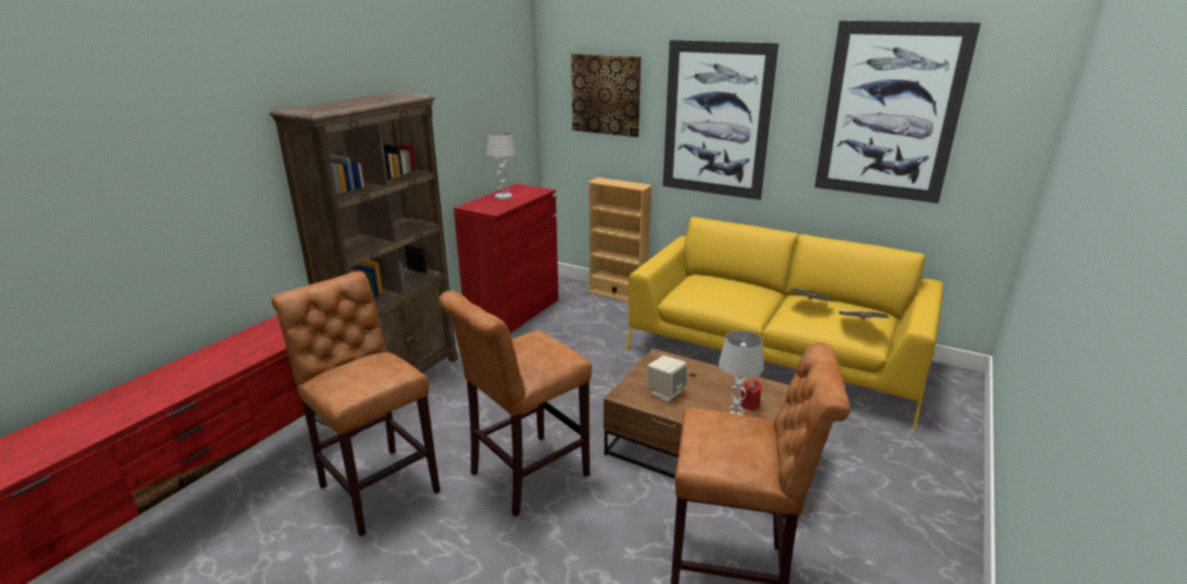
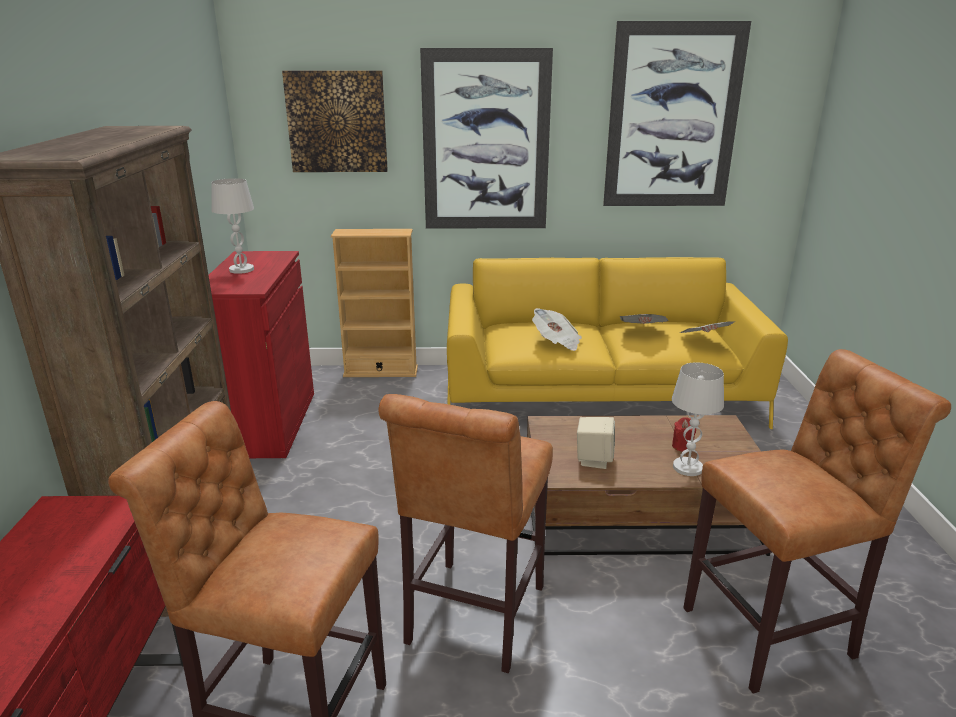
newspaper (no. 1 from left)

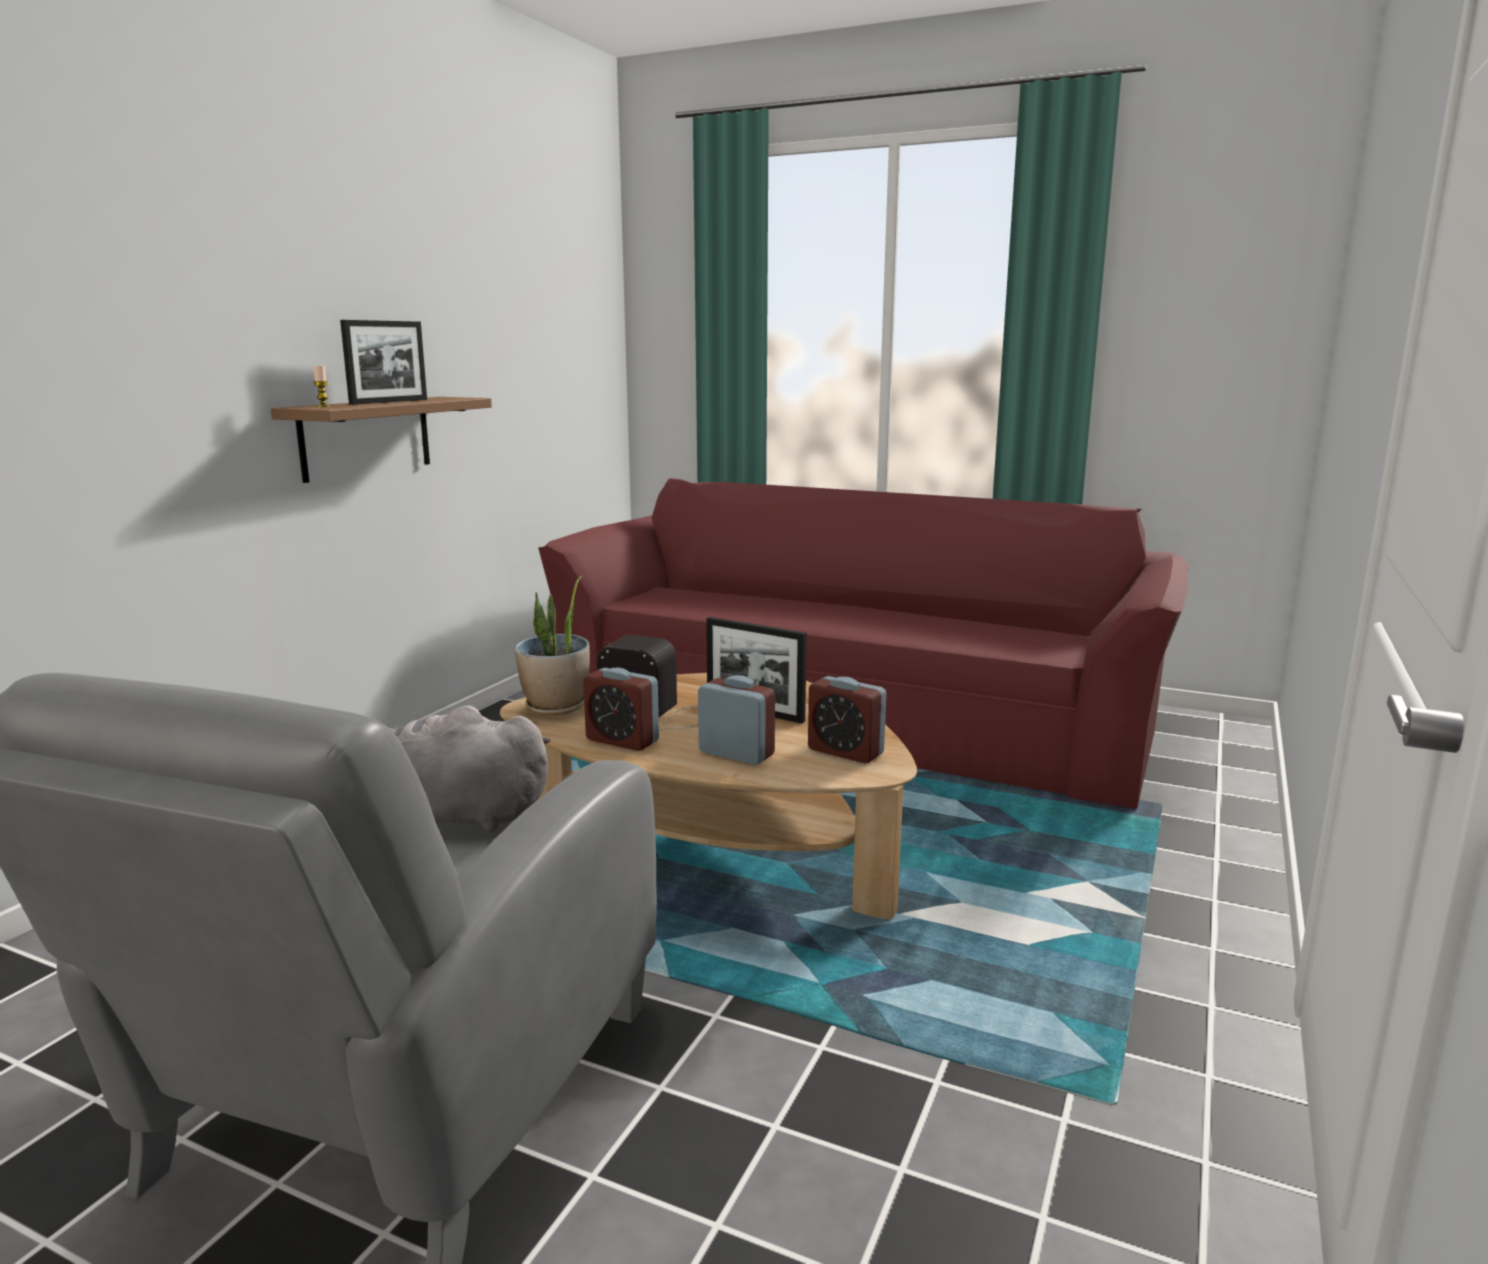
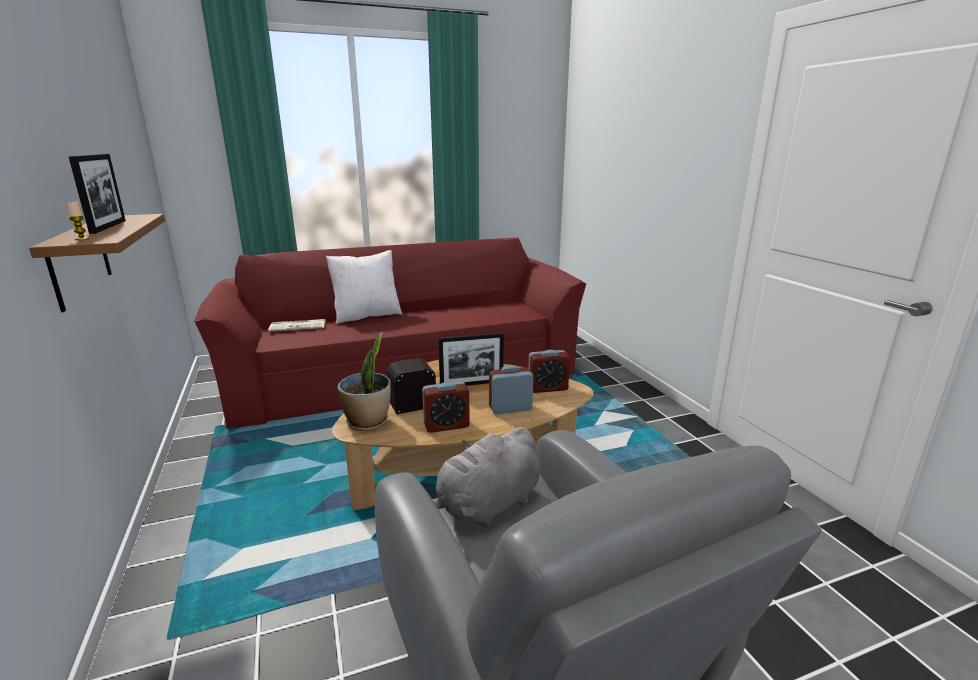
newspaper
pillow/white

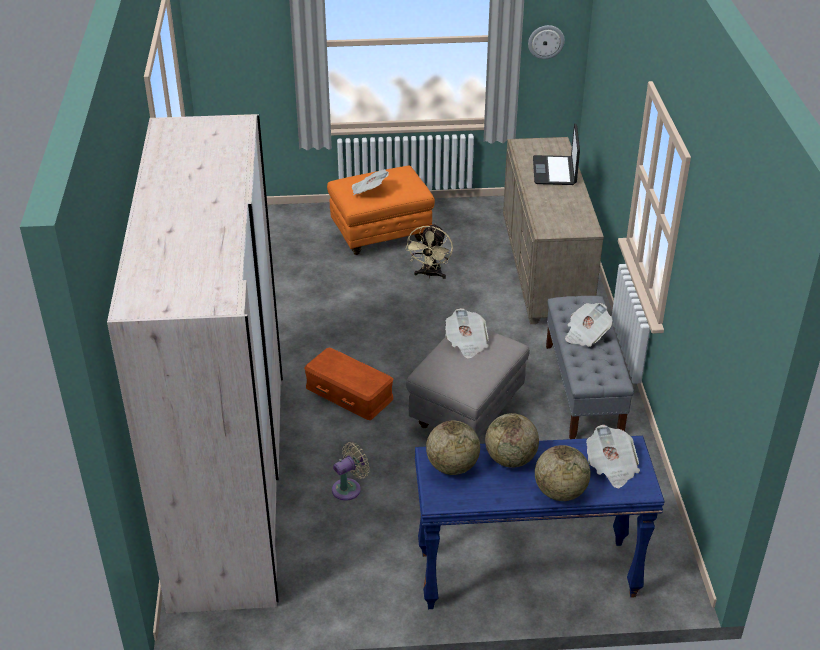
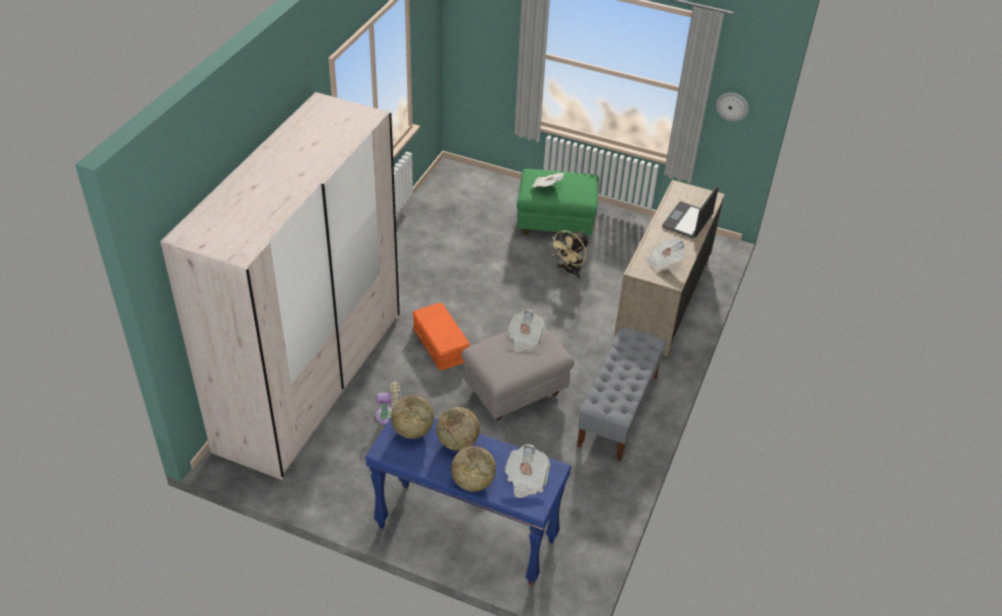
ottoman/green
newspaper (no. 4 from left)

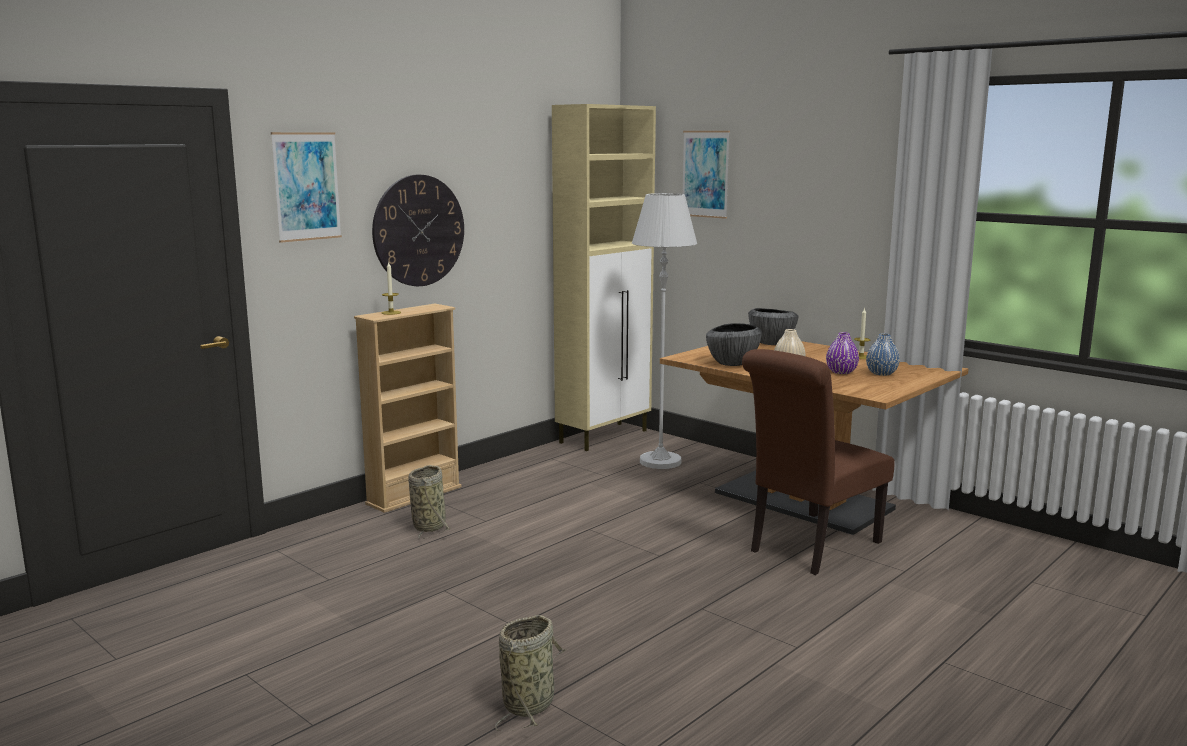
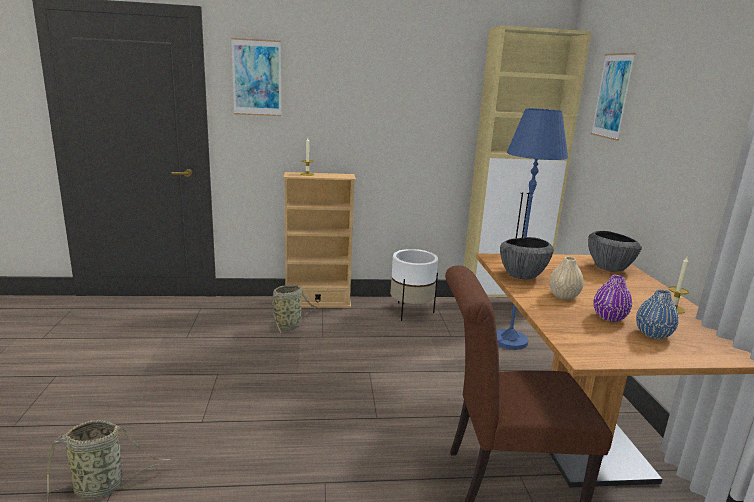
planter/white
floor lamp/blue
wall clock

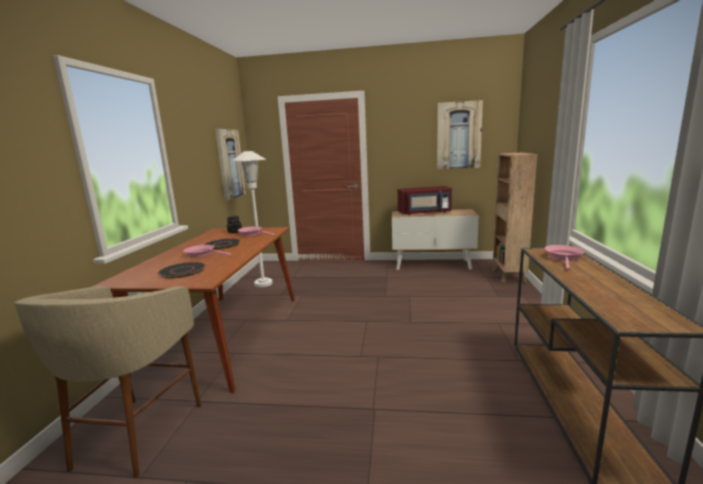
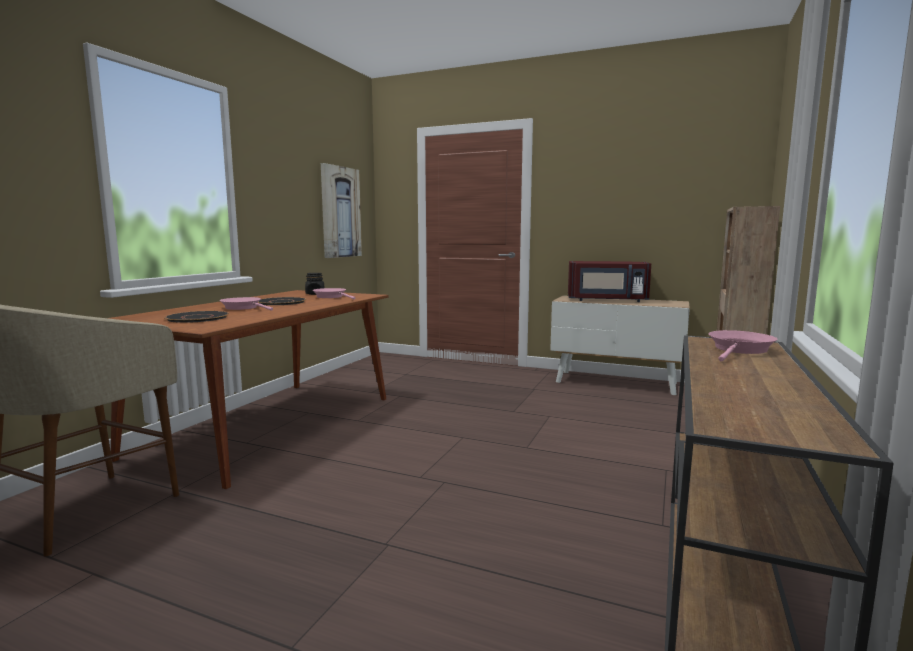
floor lamp/white
picture (no. 2 from left in the first image)

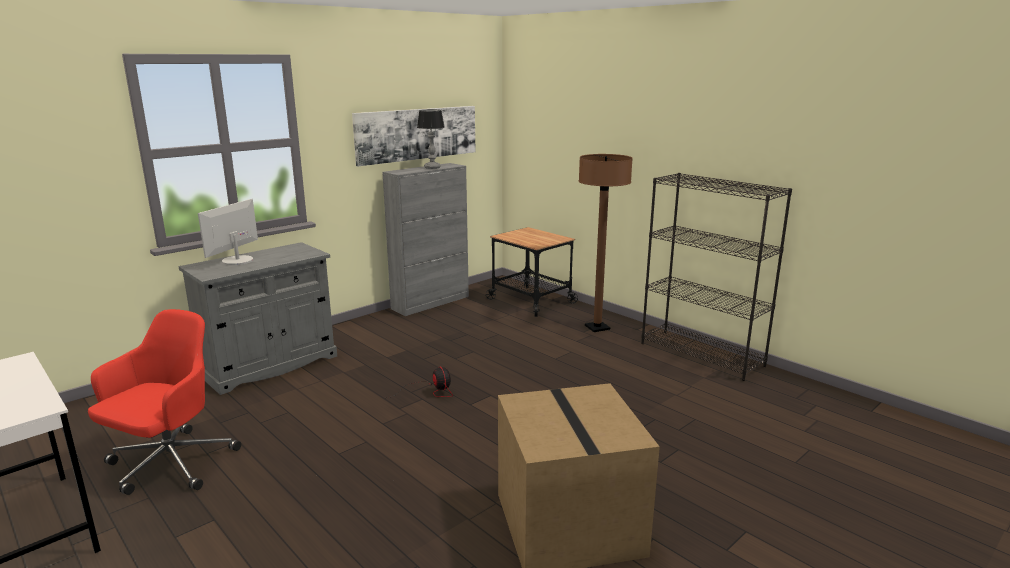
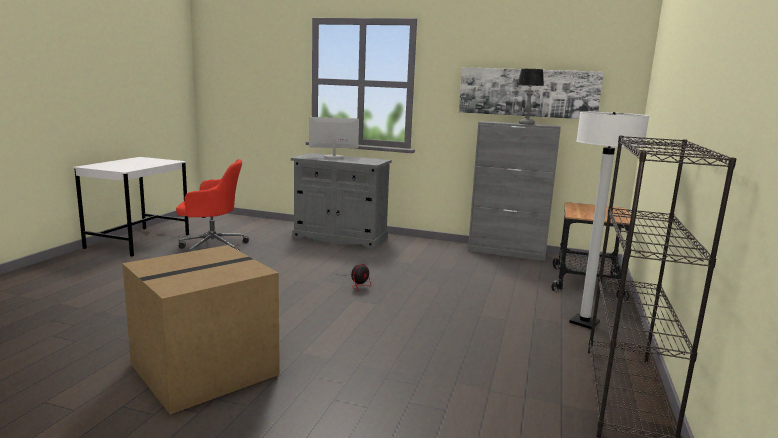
floor lamp/white

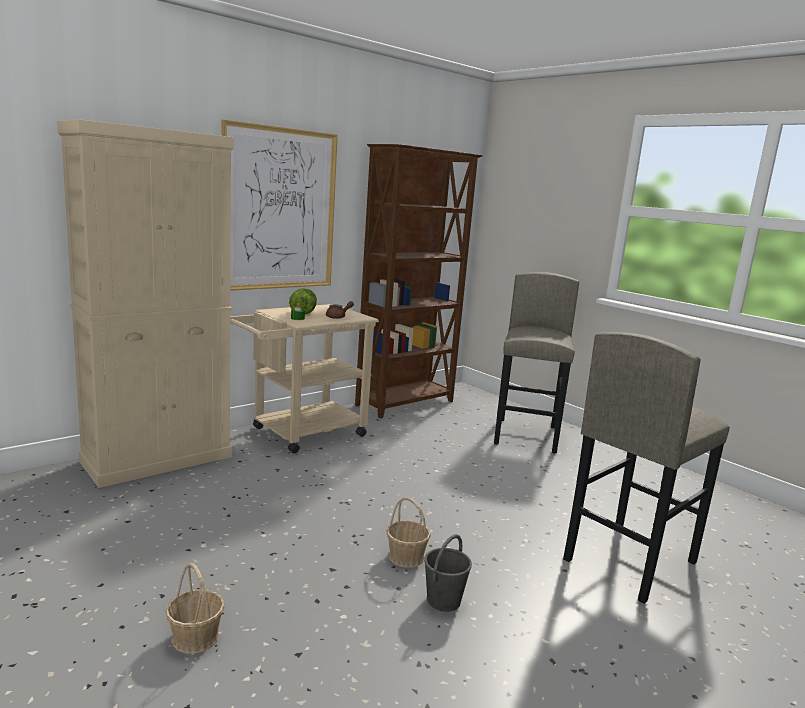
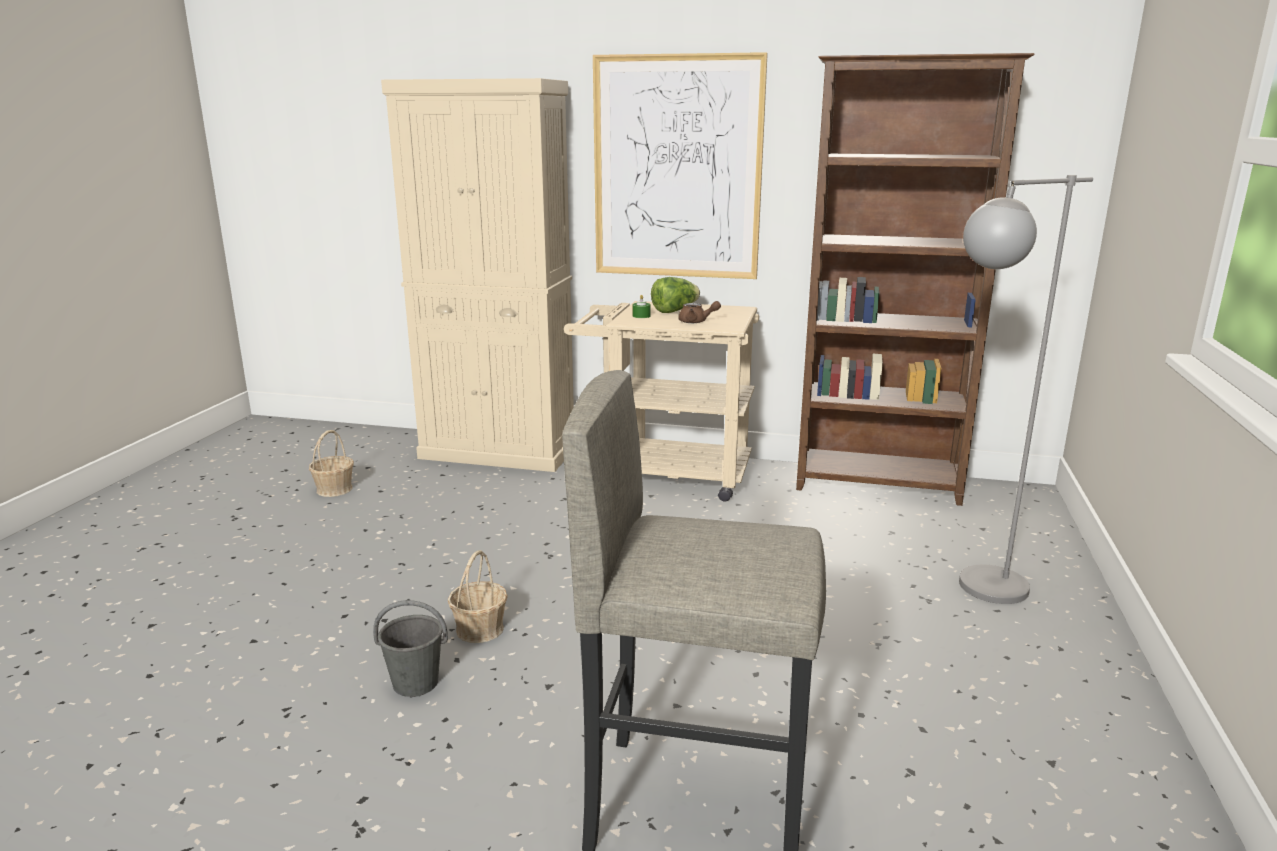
basket (no. 1 from left)
floor lamp/grey

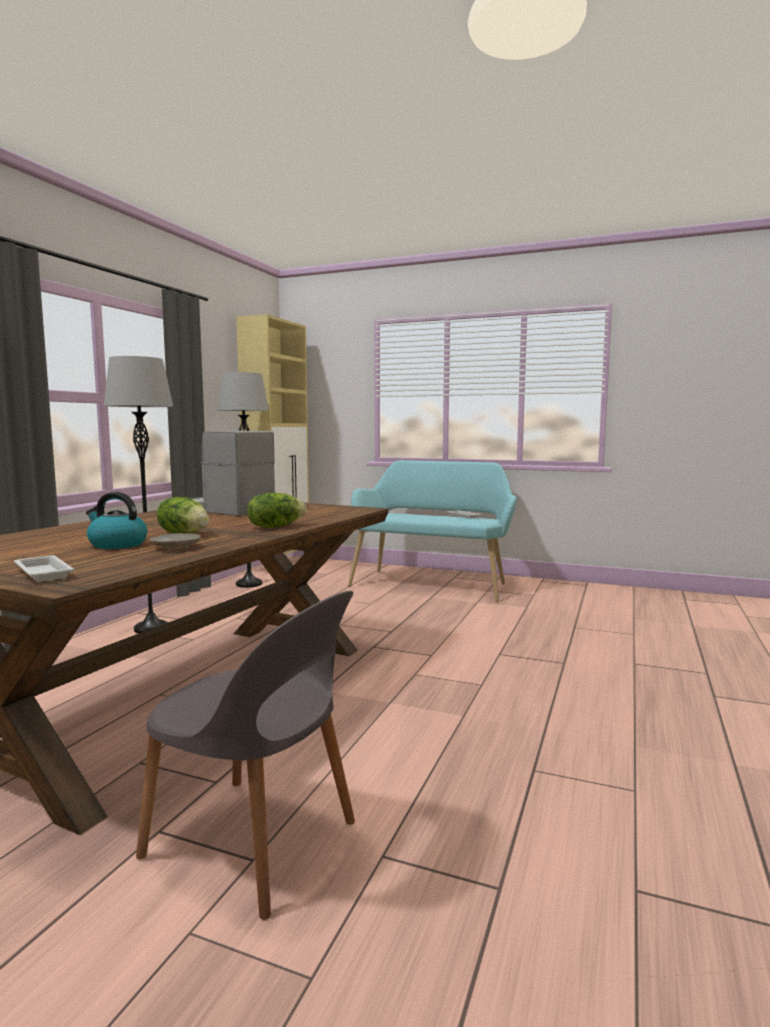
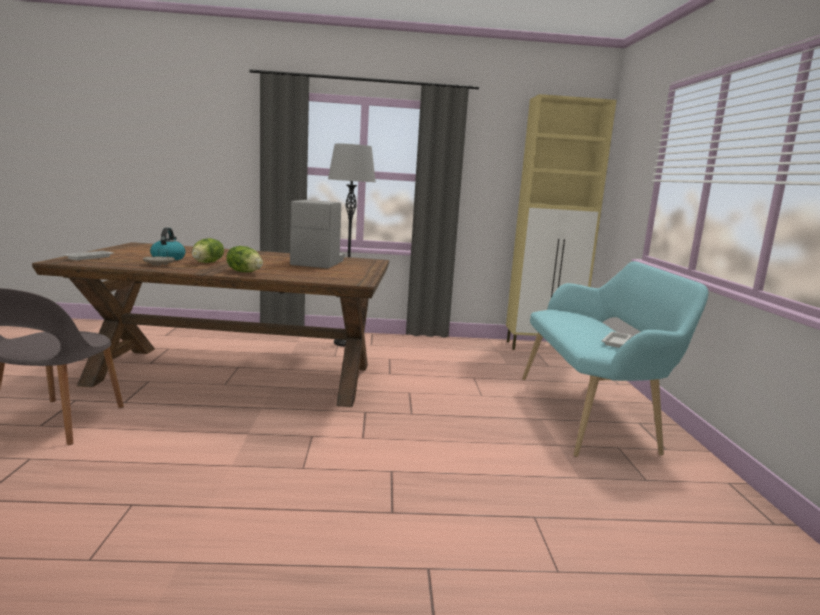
floor lamp/grey (no. 2 from left in the first image)

